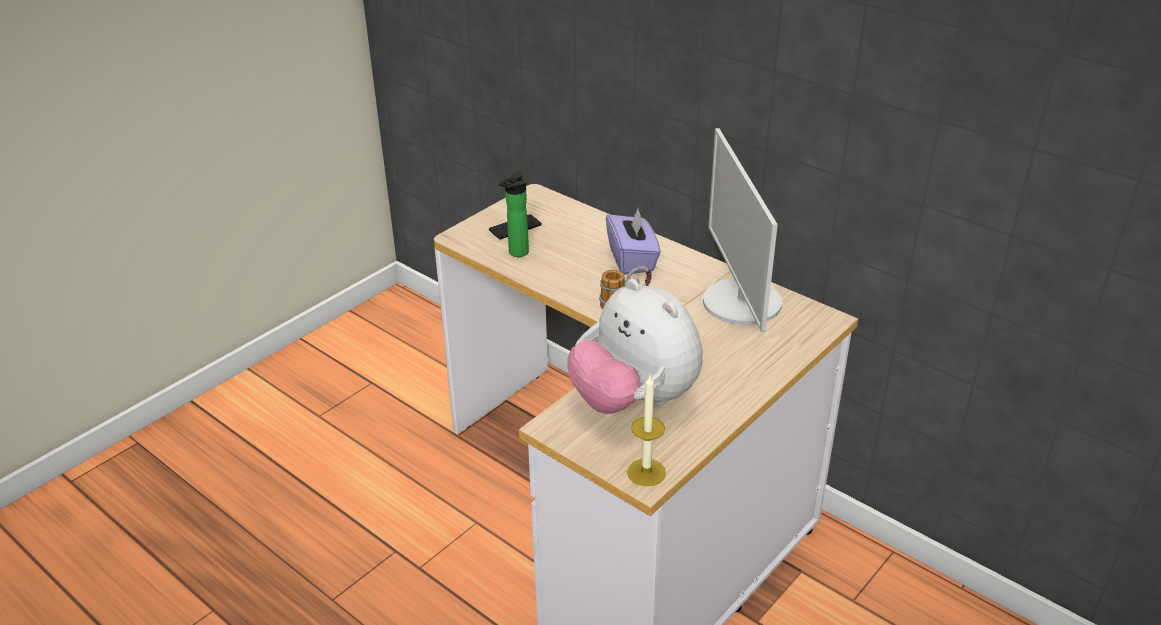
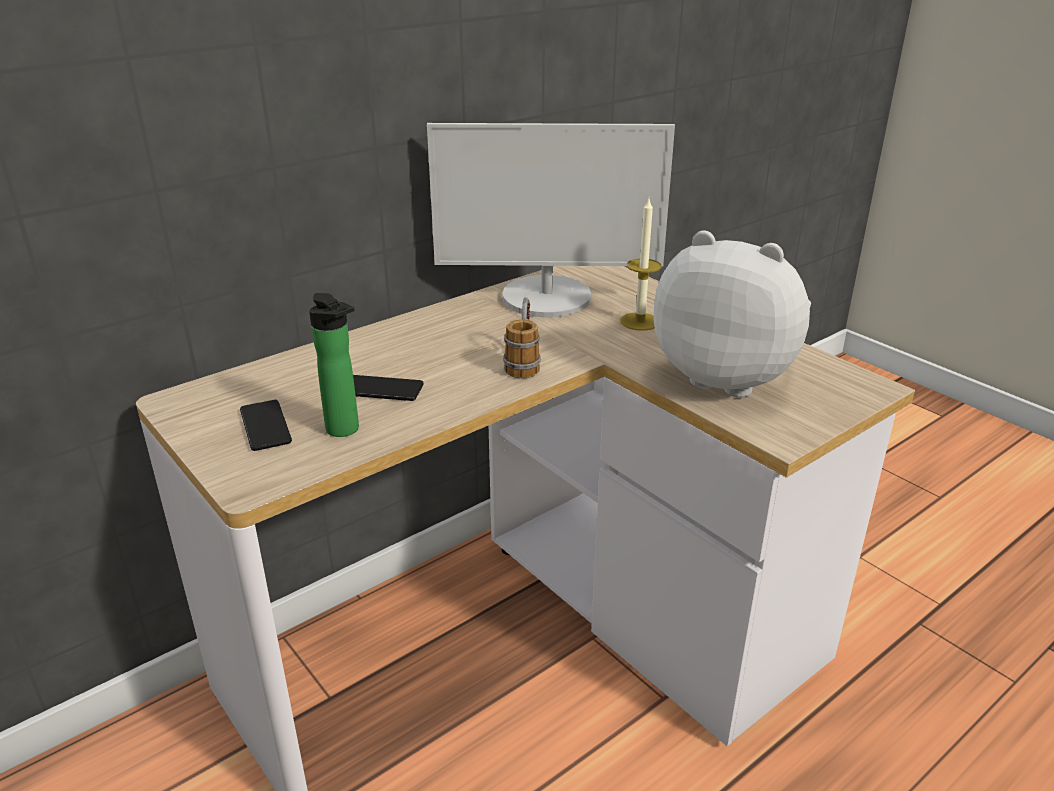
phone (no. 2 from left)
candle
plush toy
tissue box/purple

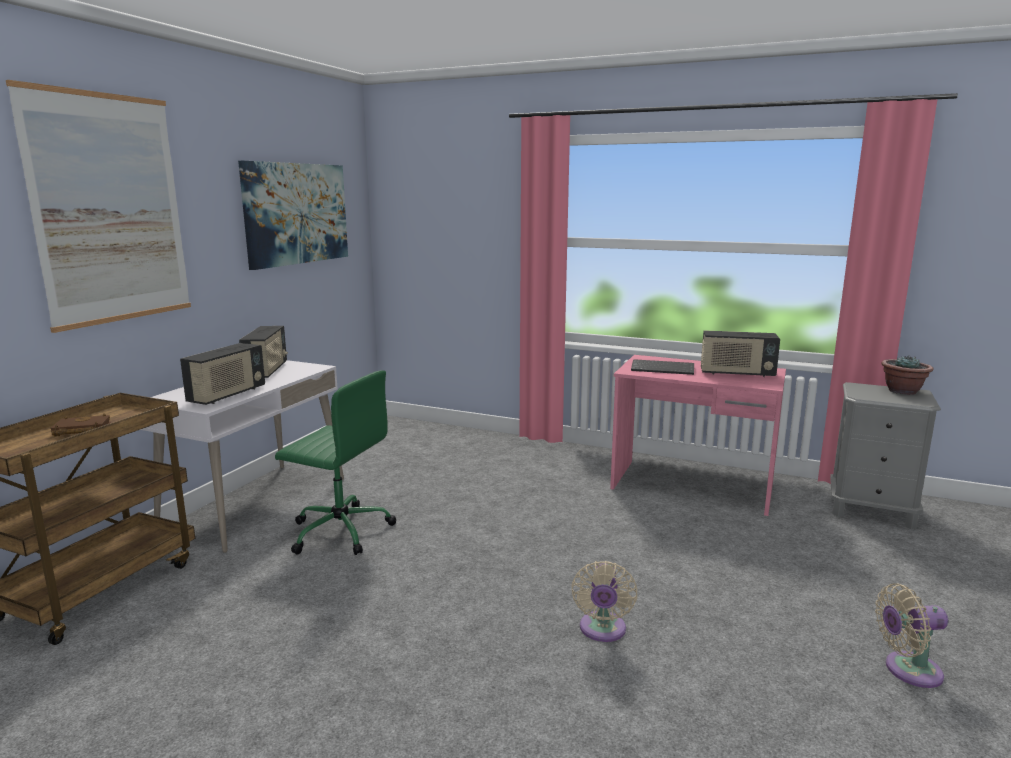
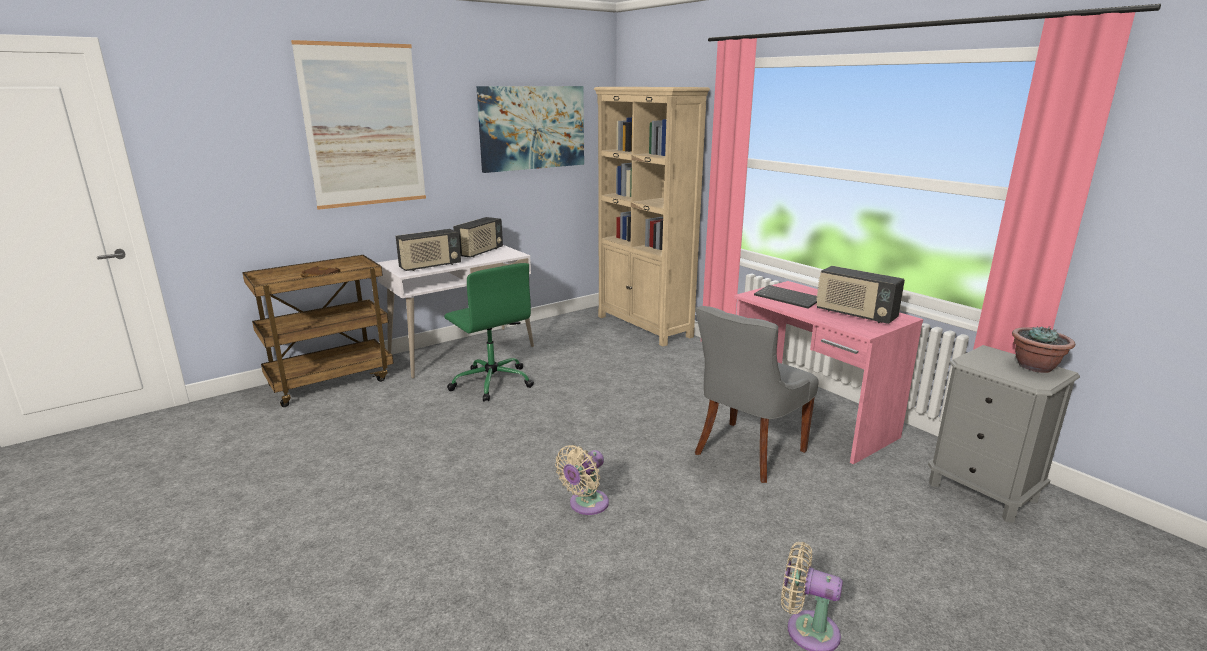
bookcase/beige
chair/grey

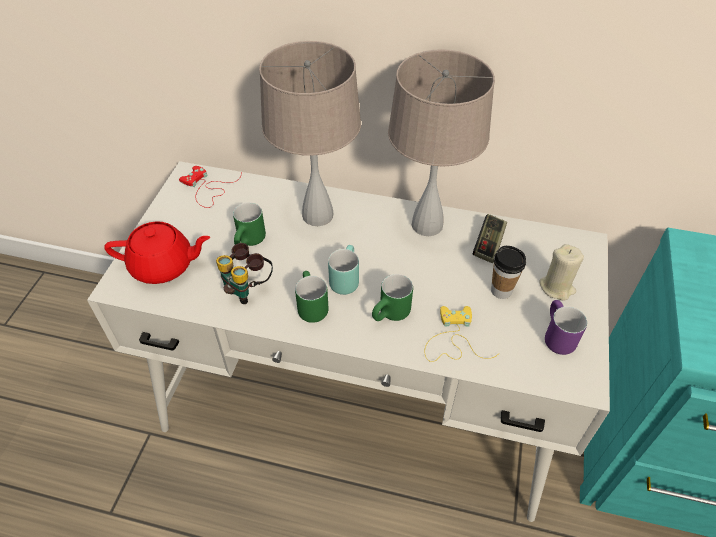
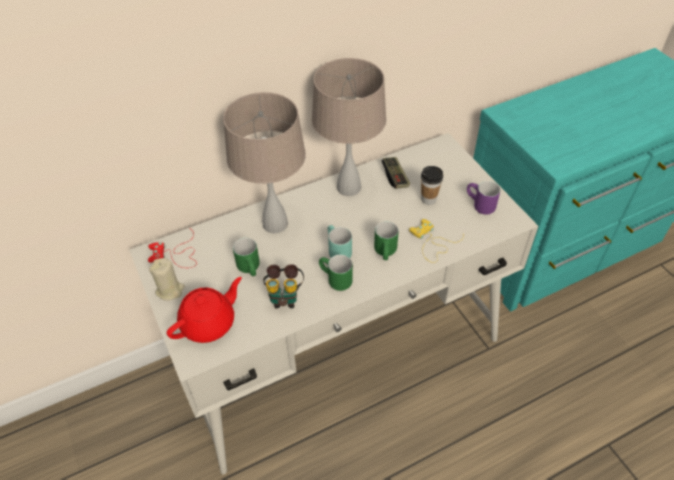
candle/beige

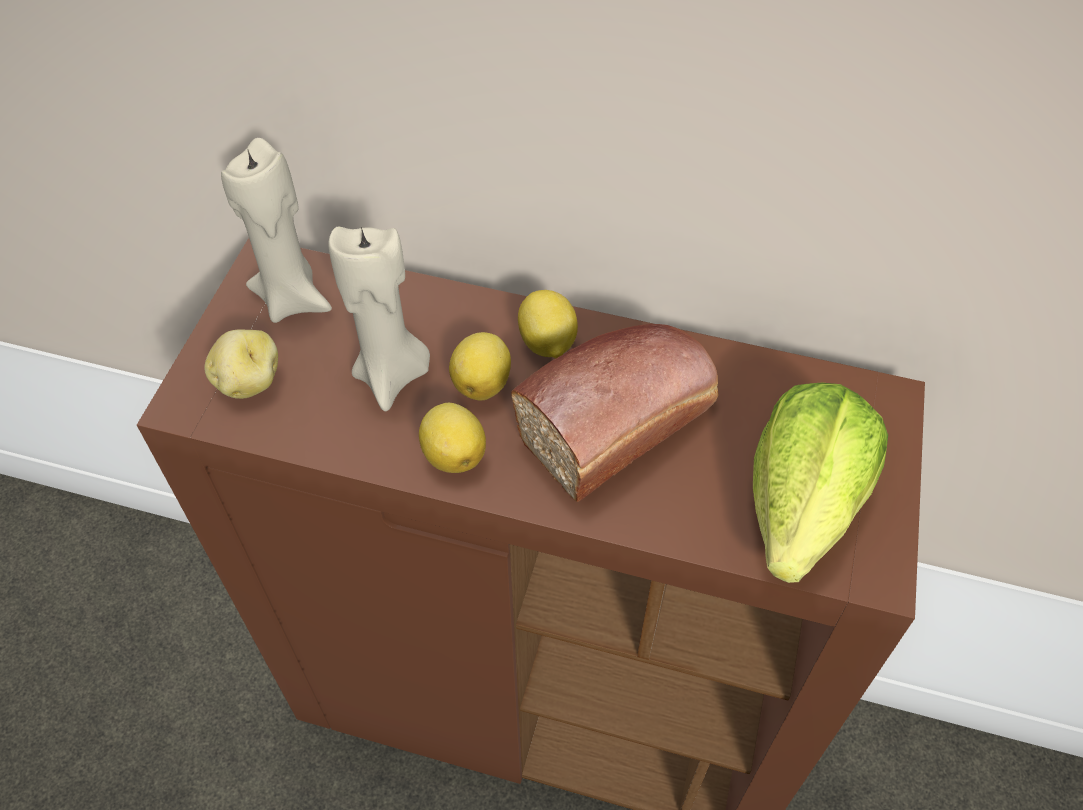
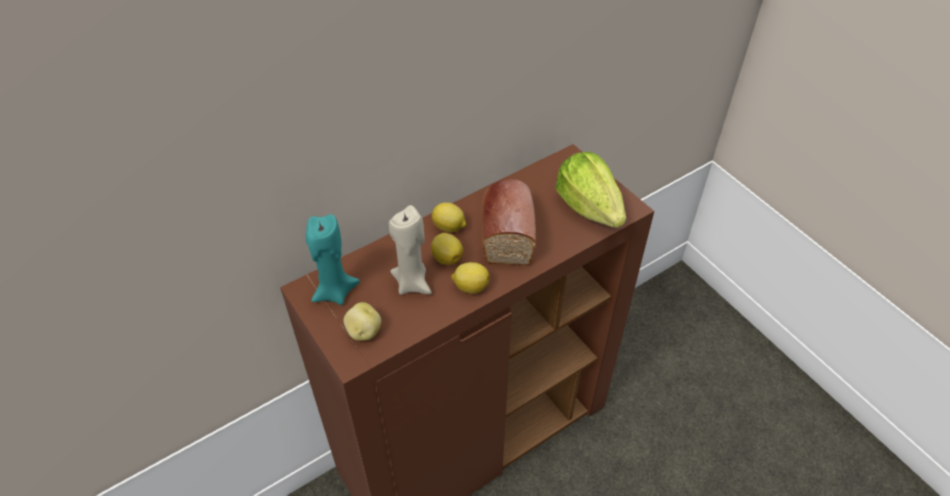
candle/turquoise

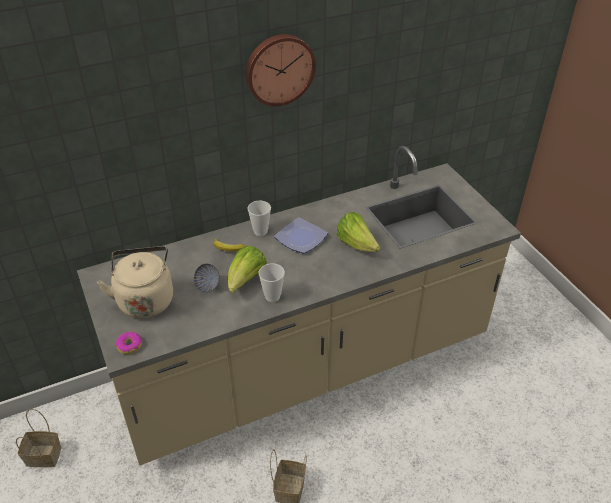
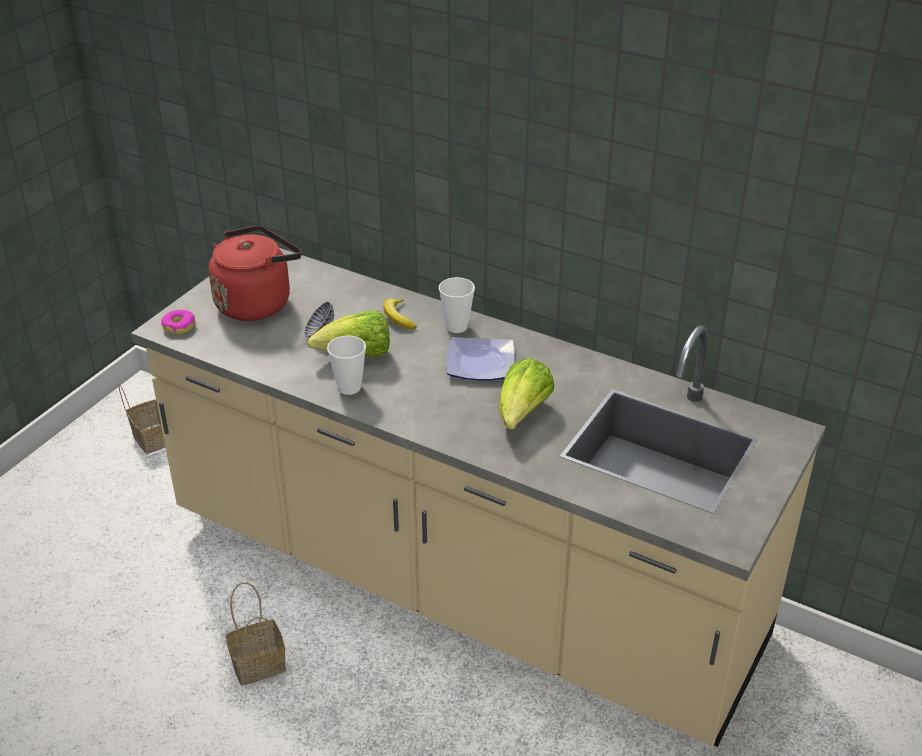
kettle/red
wall clock

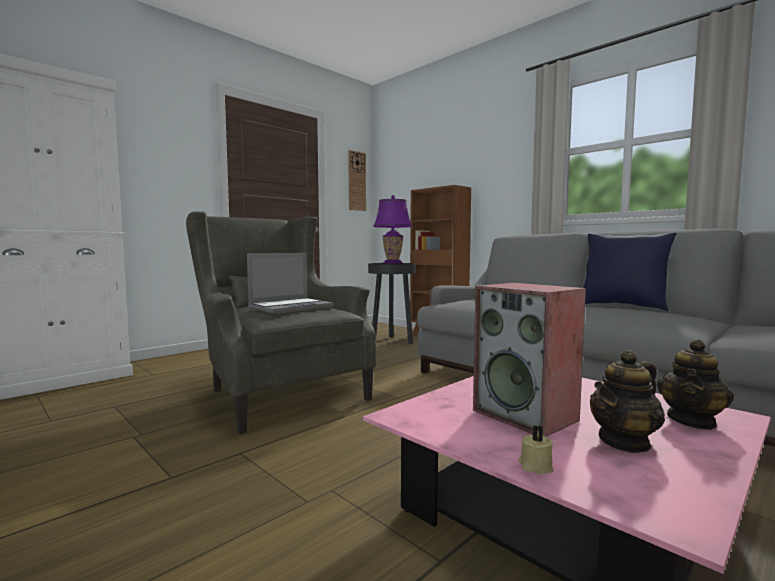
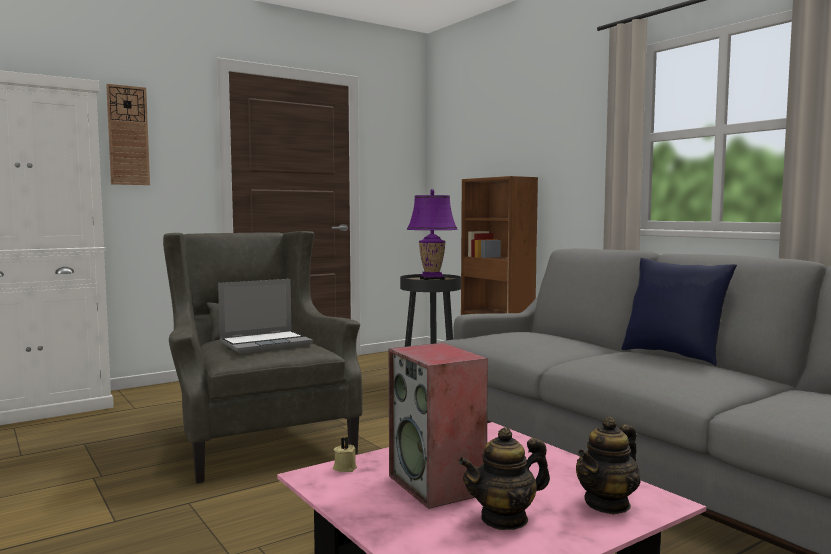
wall clock
candle/beige

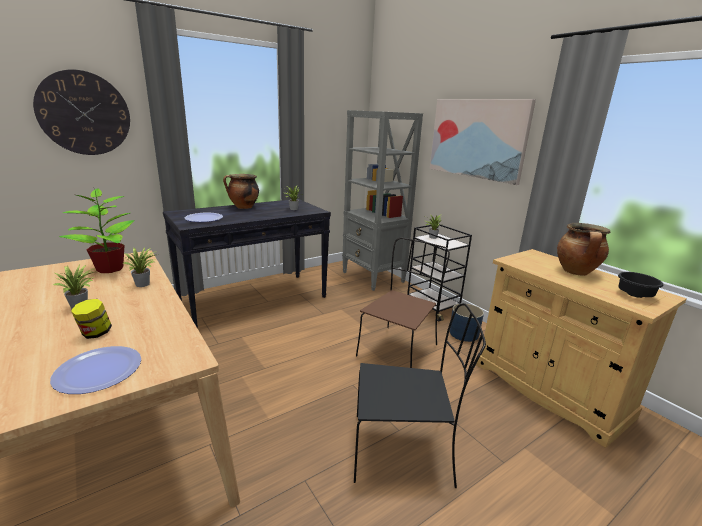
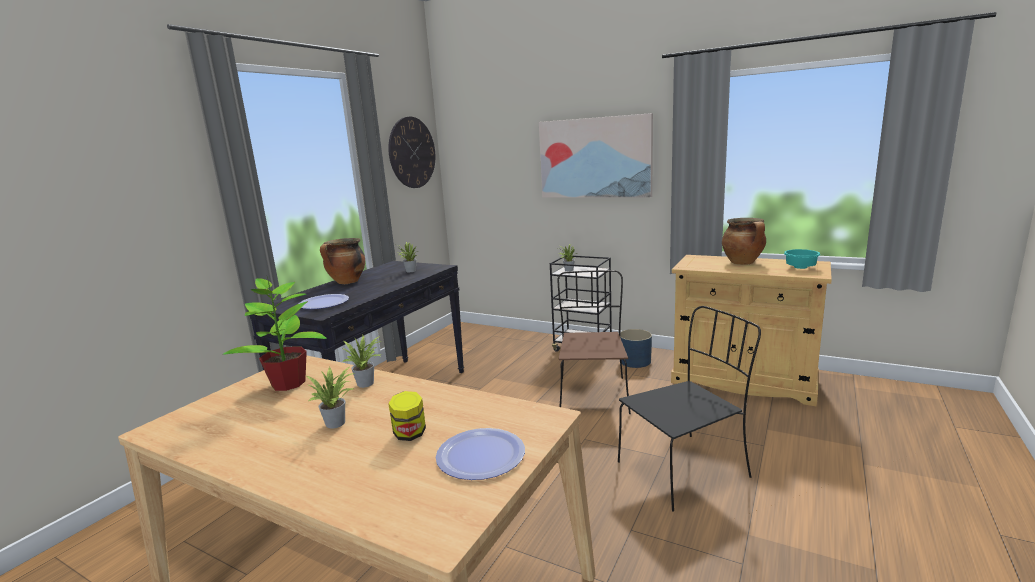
wall clock
bowl/turquoise
bookcase/grey

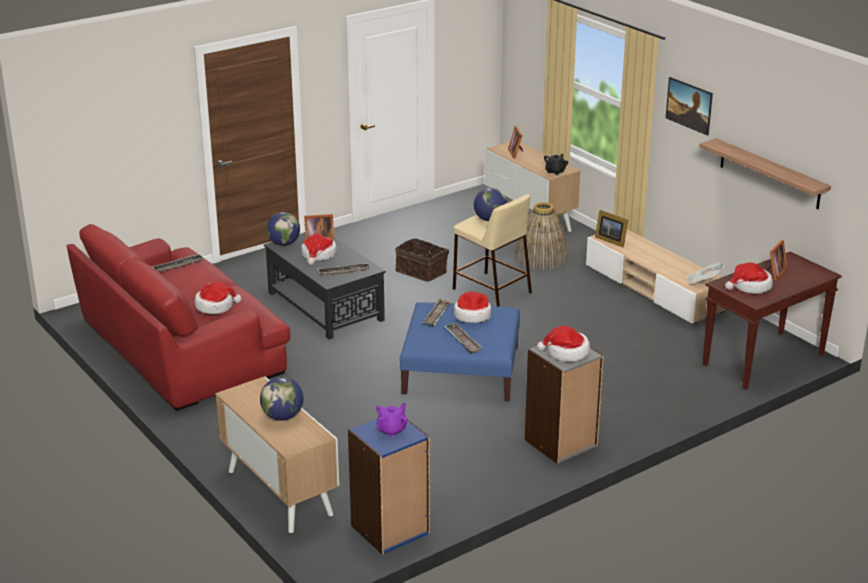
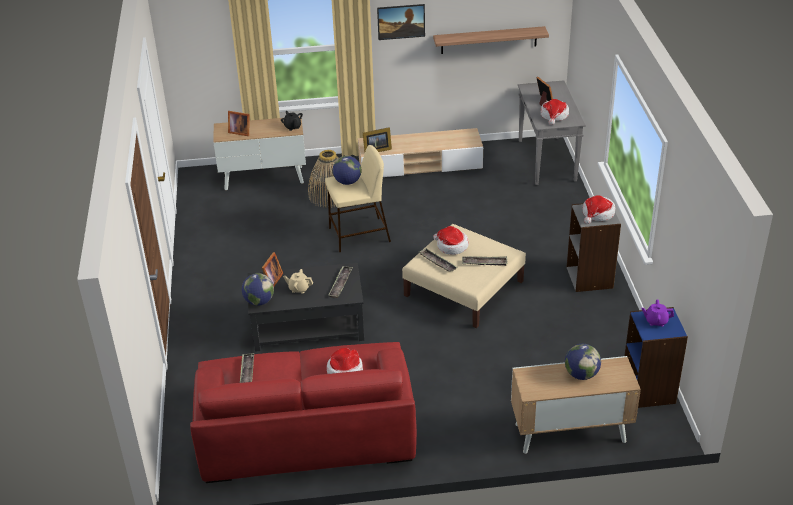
teapot/beige
ottoman/beige
console table/grey
teapot/purple
basket (no. 1 from left in the first image)
newspaper

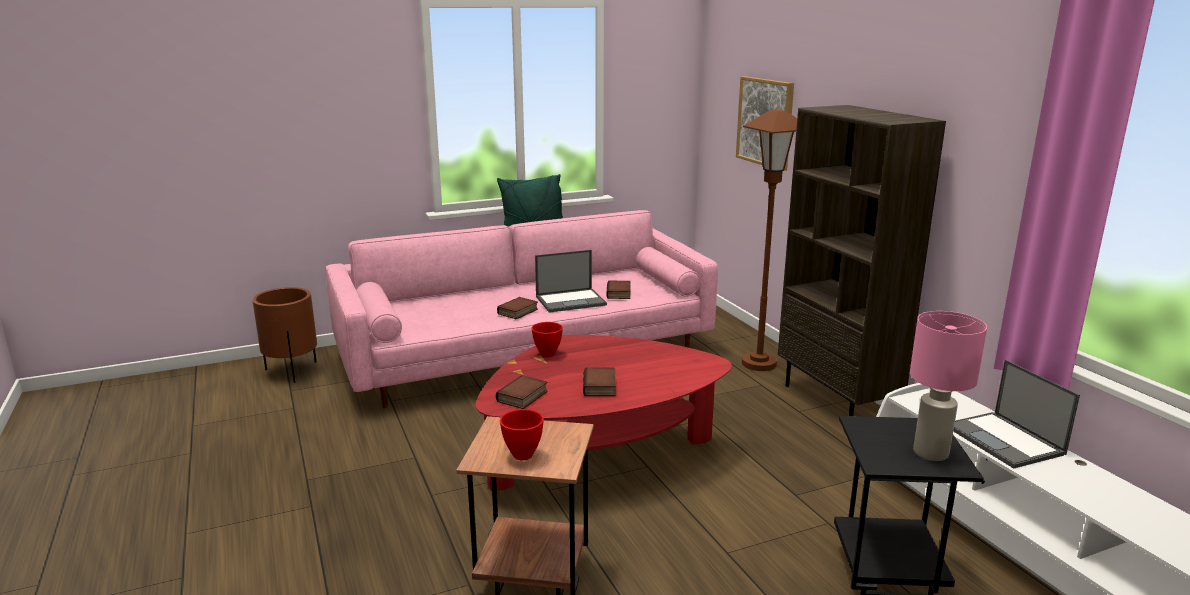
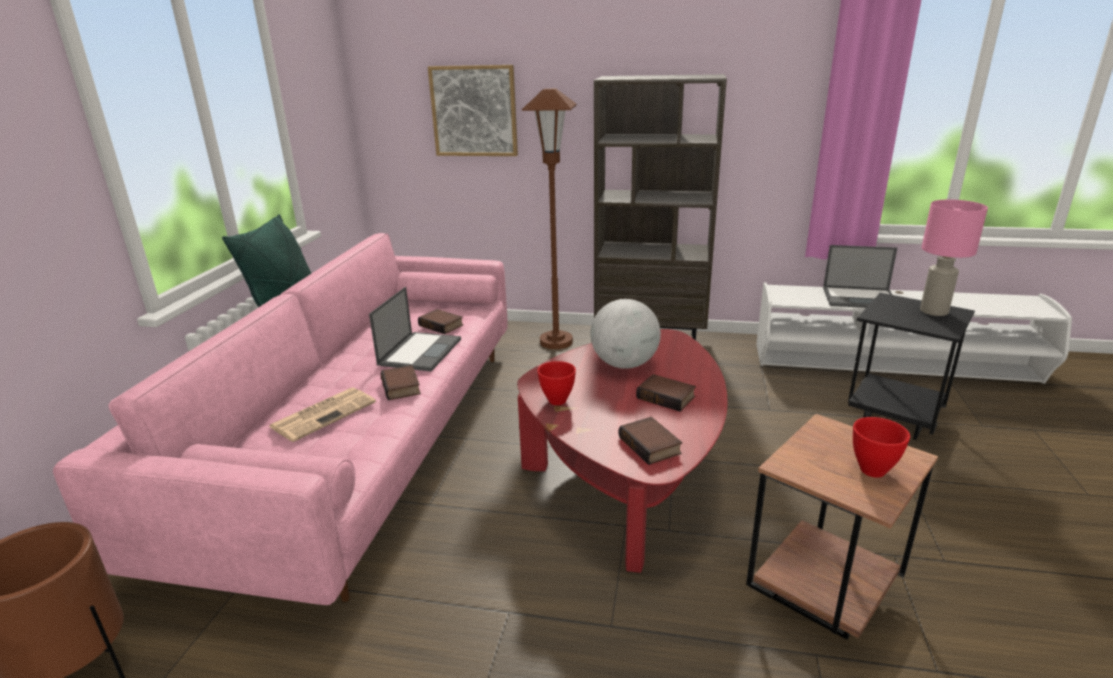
newspaper
globe

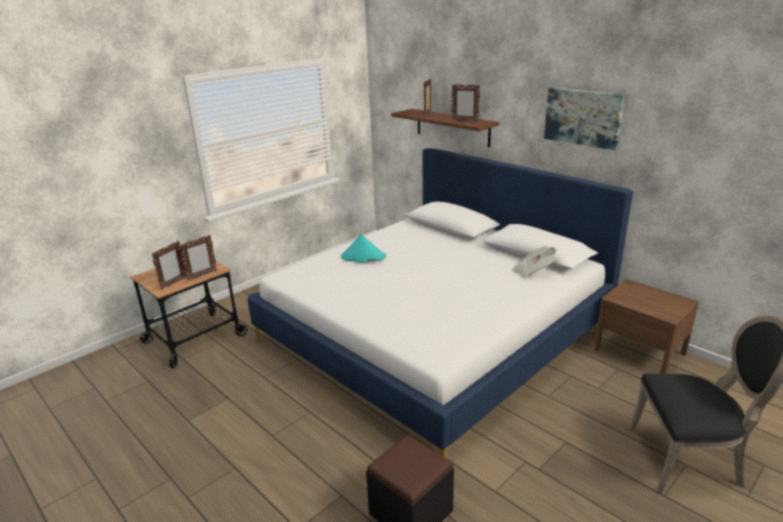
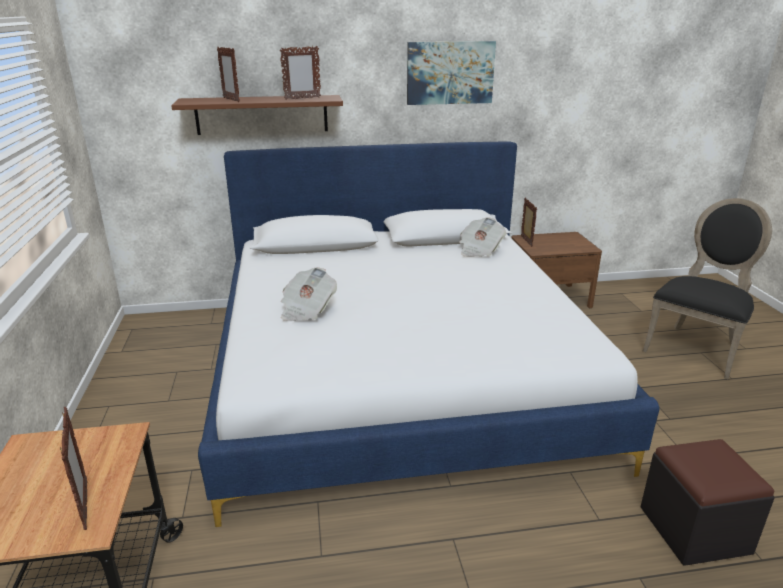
newspaper (no. 1 from left)
picture frame (no. 4 from left)

